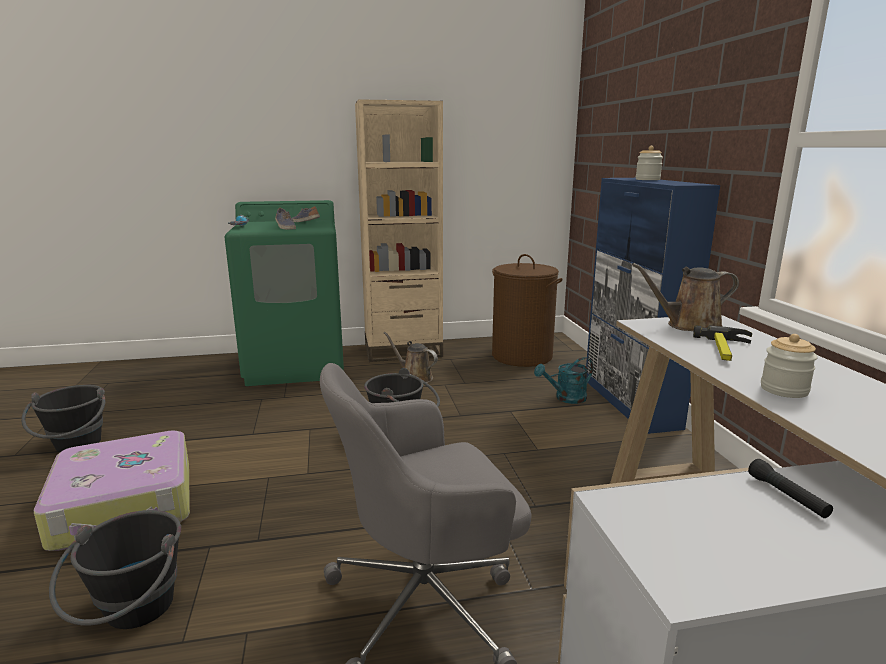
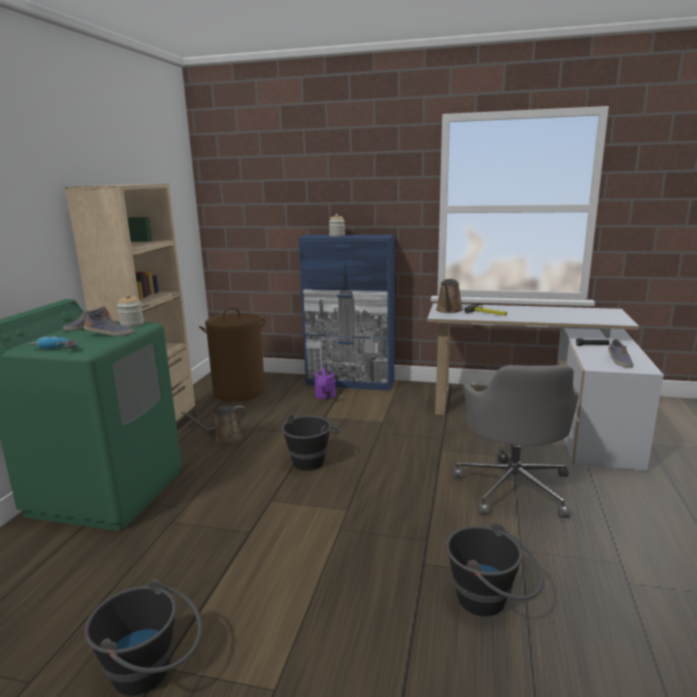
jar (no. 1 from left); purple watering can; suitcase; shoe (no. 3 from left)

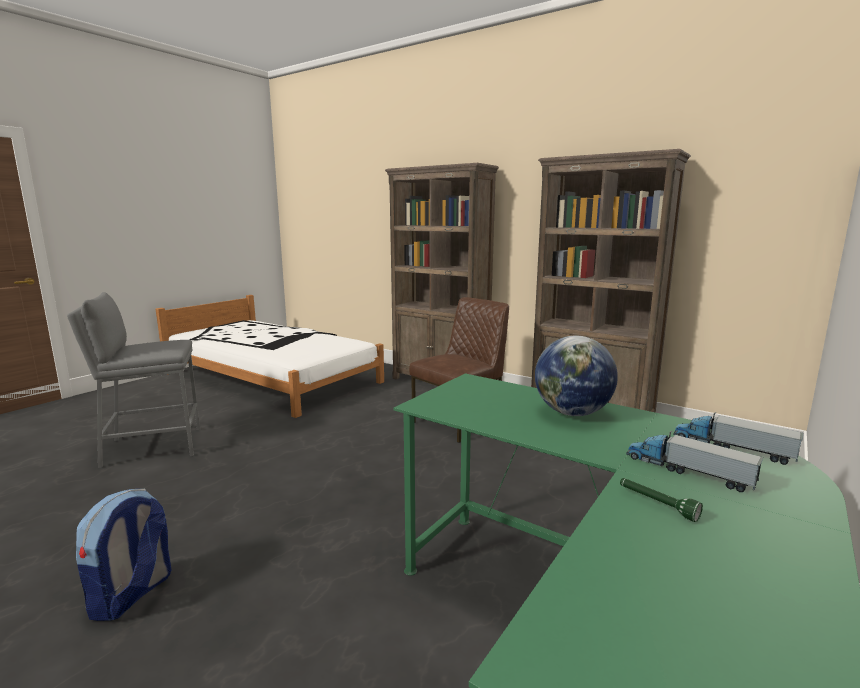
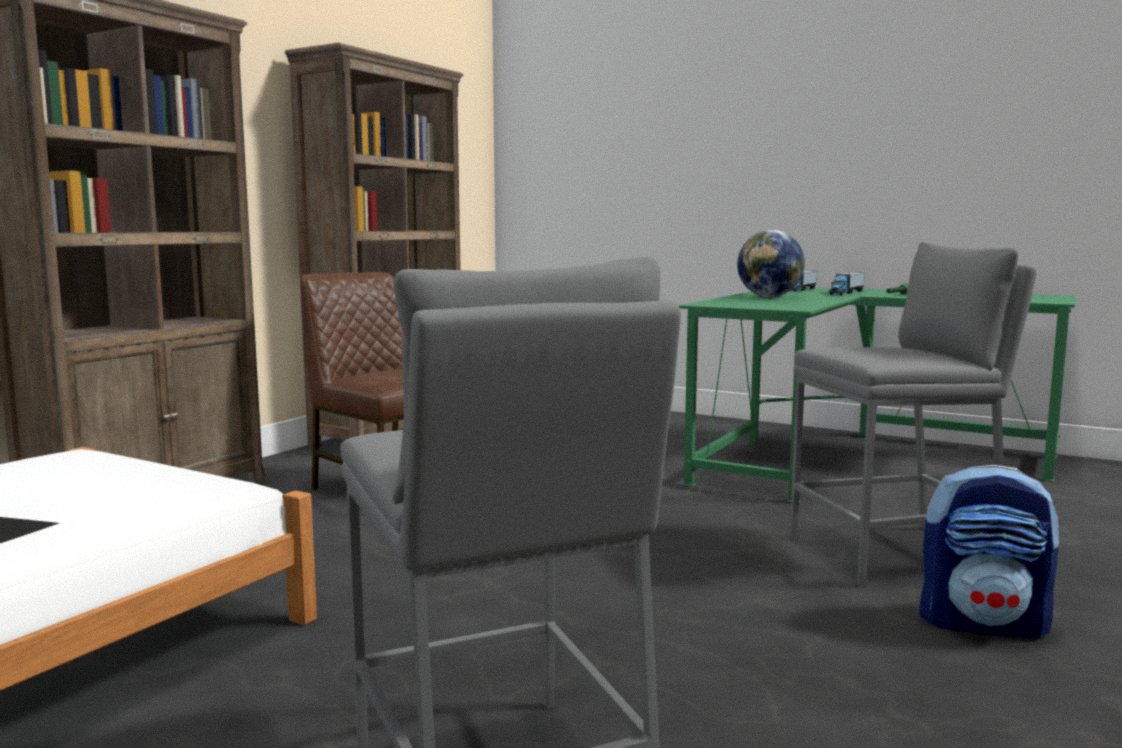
grey stool (no. 2 from left)

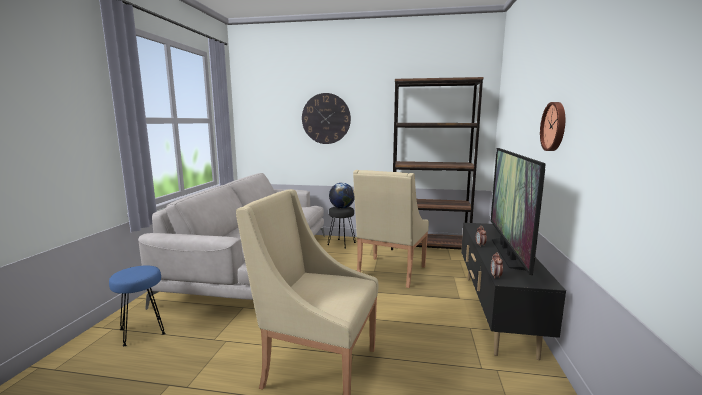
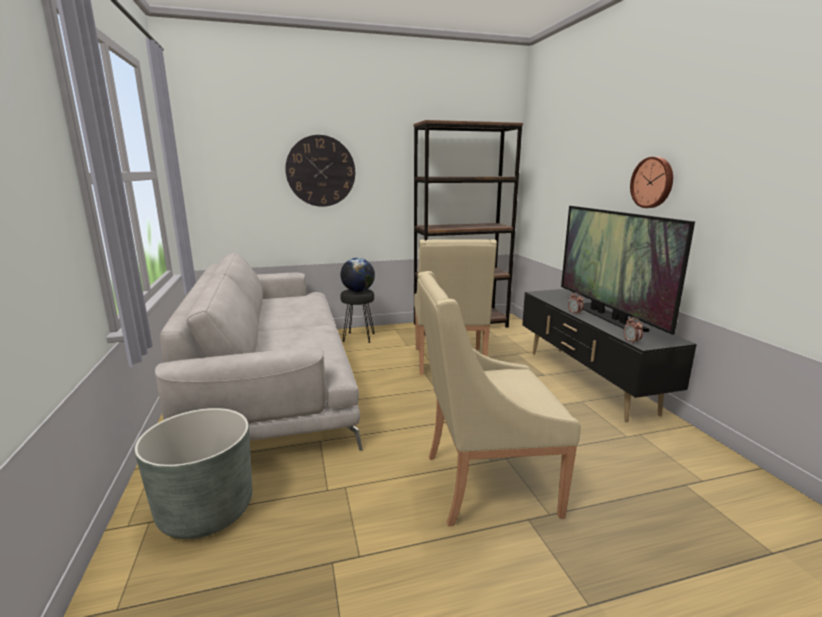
grey planter

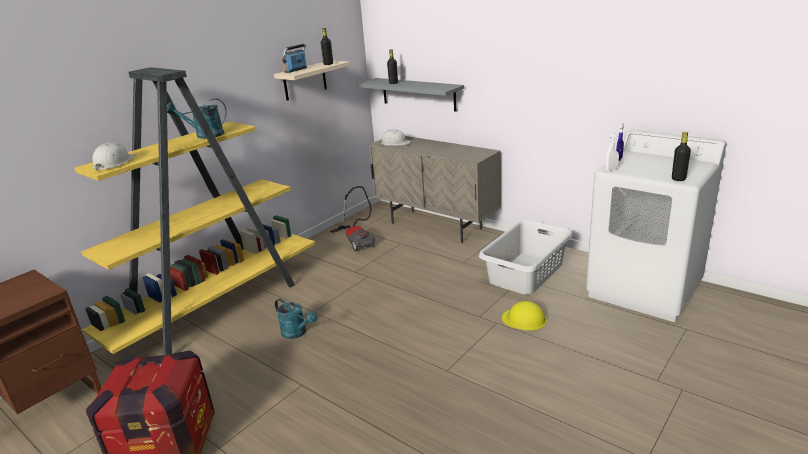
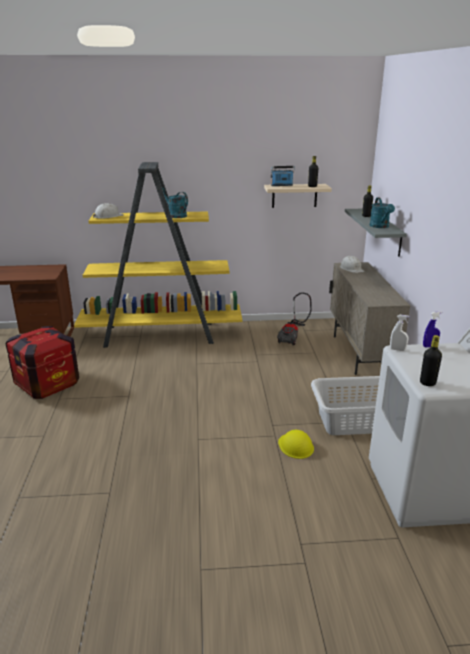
turquoise watering can (no. 2 from left)

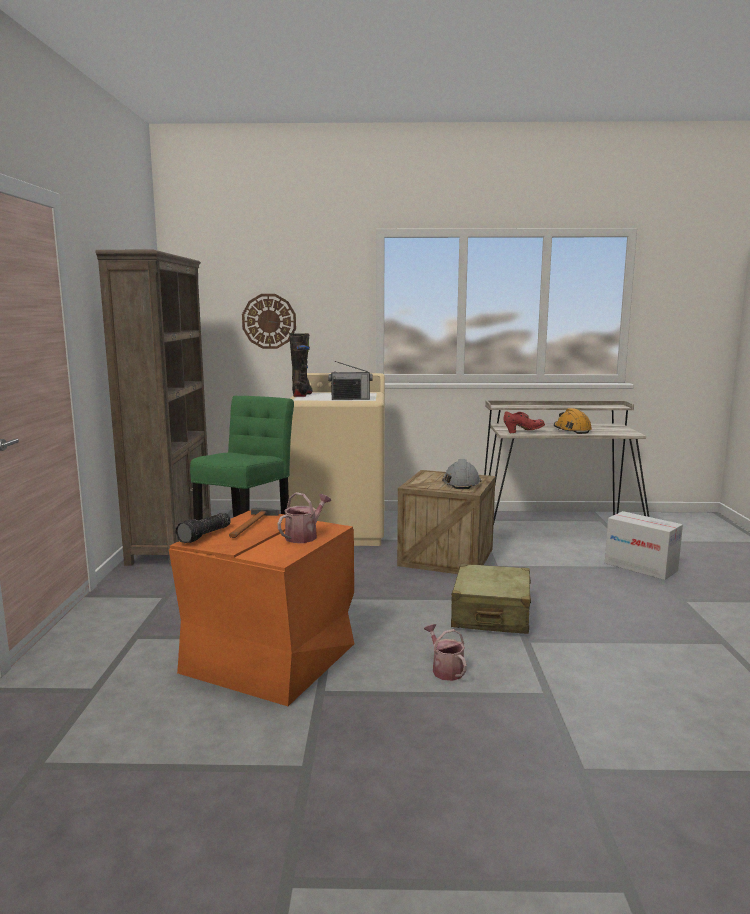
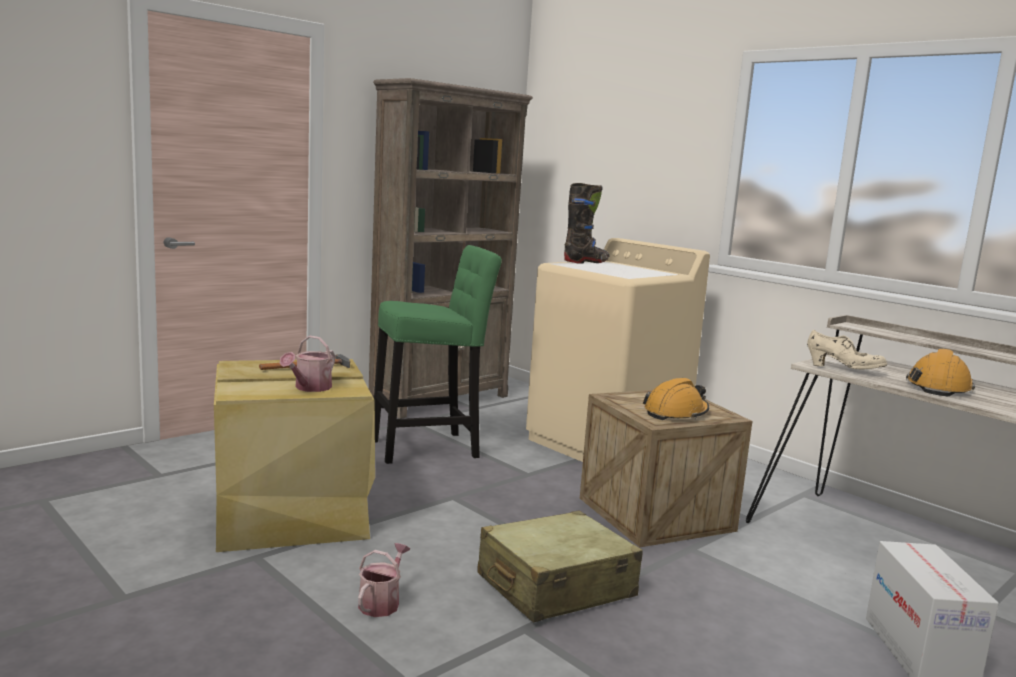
wall clock; radio; beige shoe; orange hard hat (no. 1 from left); watering can (no. 1 from left); beige storage box; flashlight

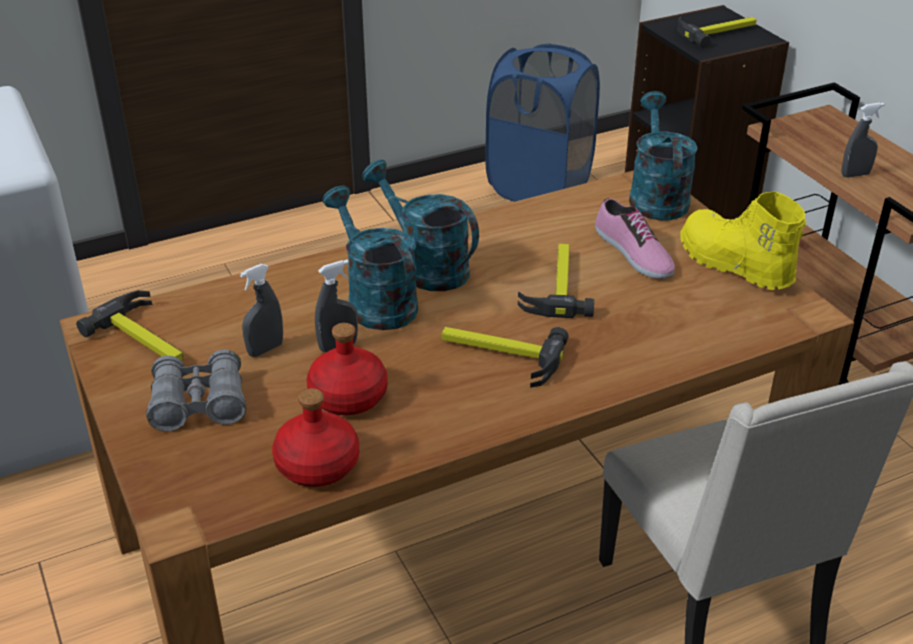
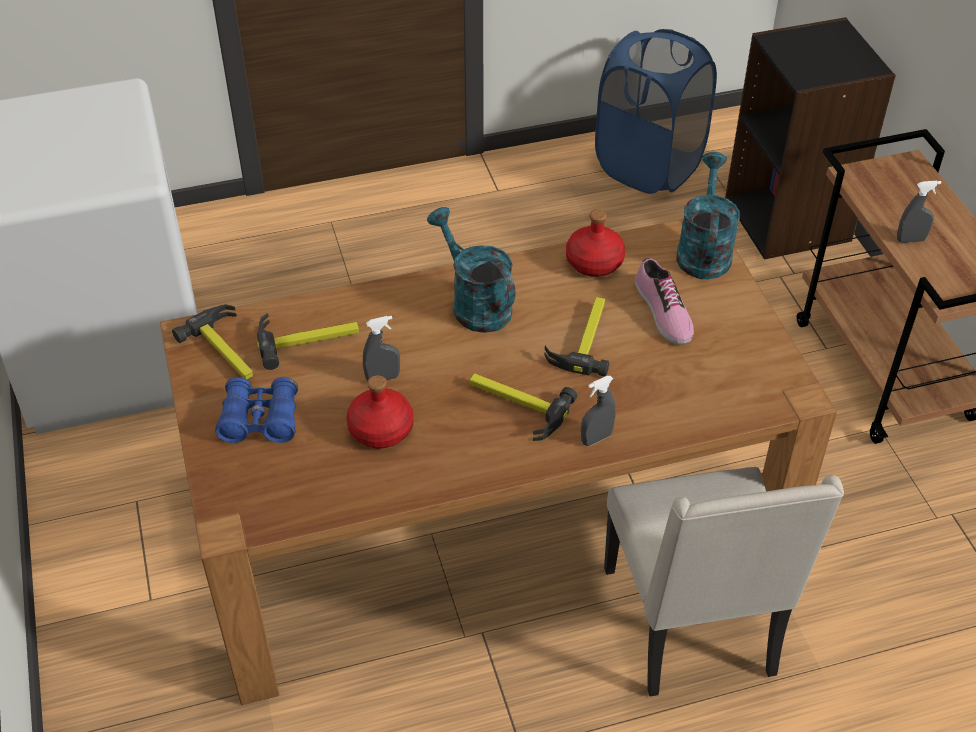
hammer (no. 2 from left); turquoise watering can (no. 1 from left in the first image); yellow boot; grey spray bottle (no. 2 from left); blue binoculars; red bottle (no. 2 from left)

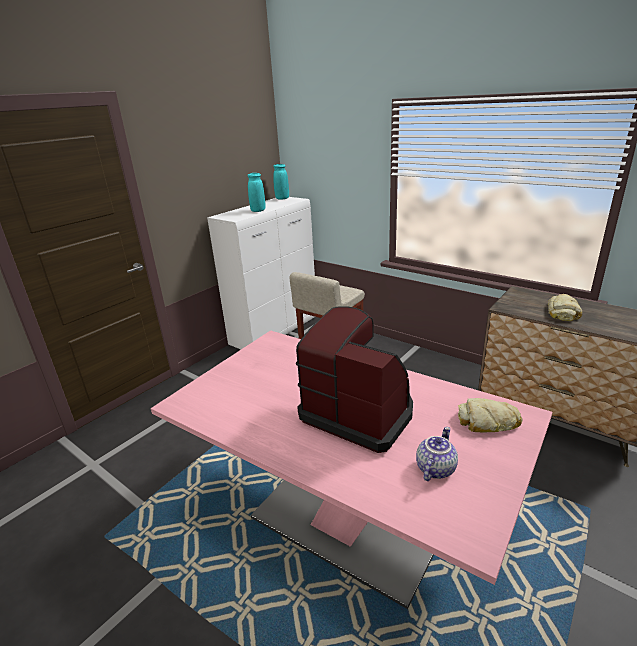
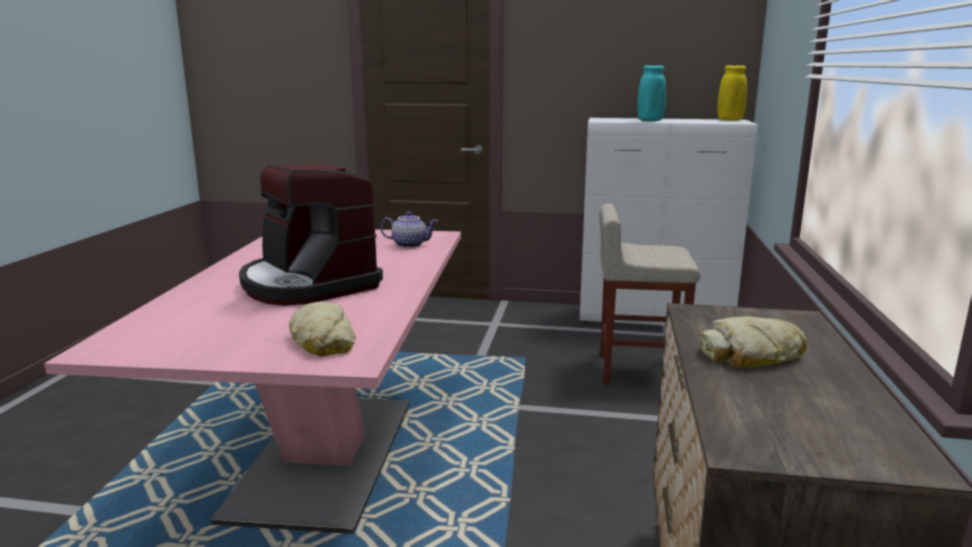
yellow vase; coffee machine; teapot

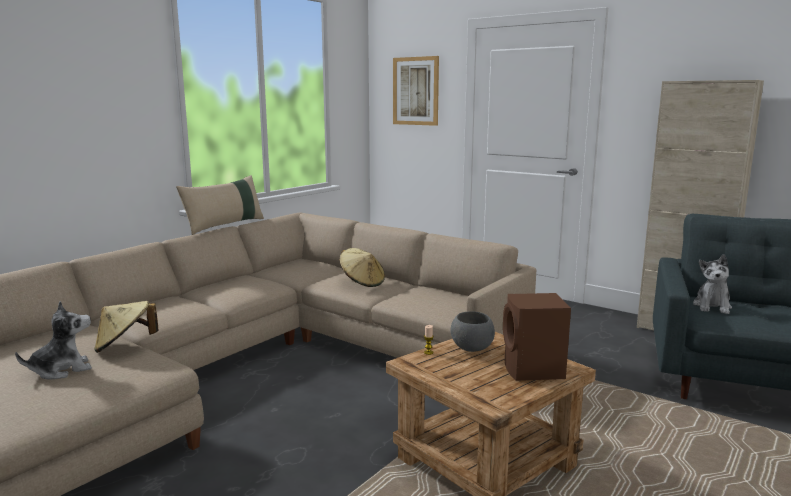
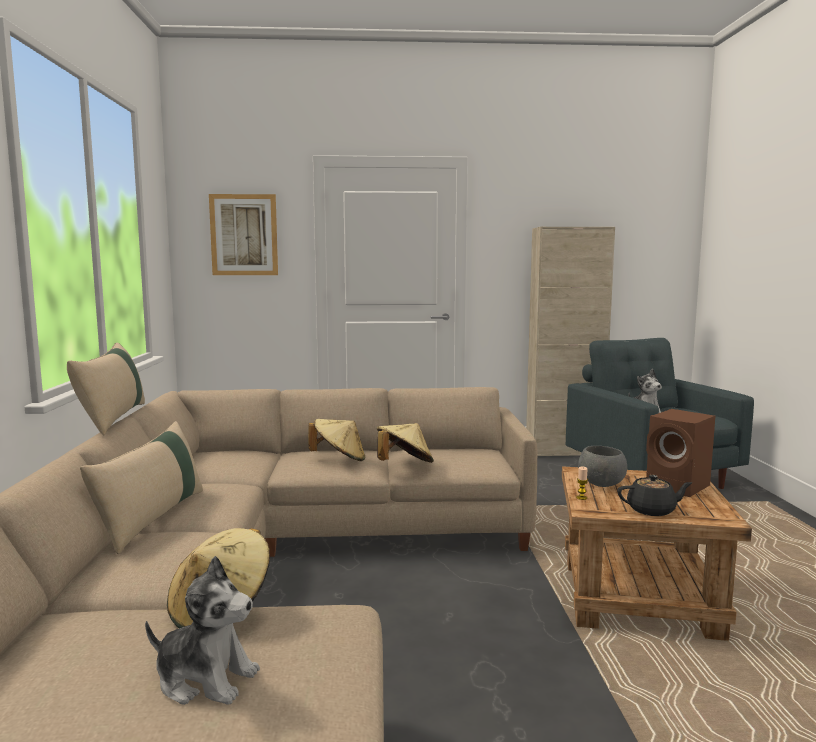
plush toy (no. 1 from left); beige pillow (no. 2 from left); beige hat (no. 3 from left); black teapot

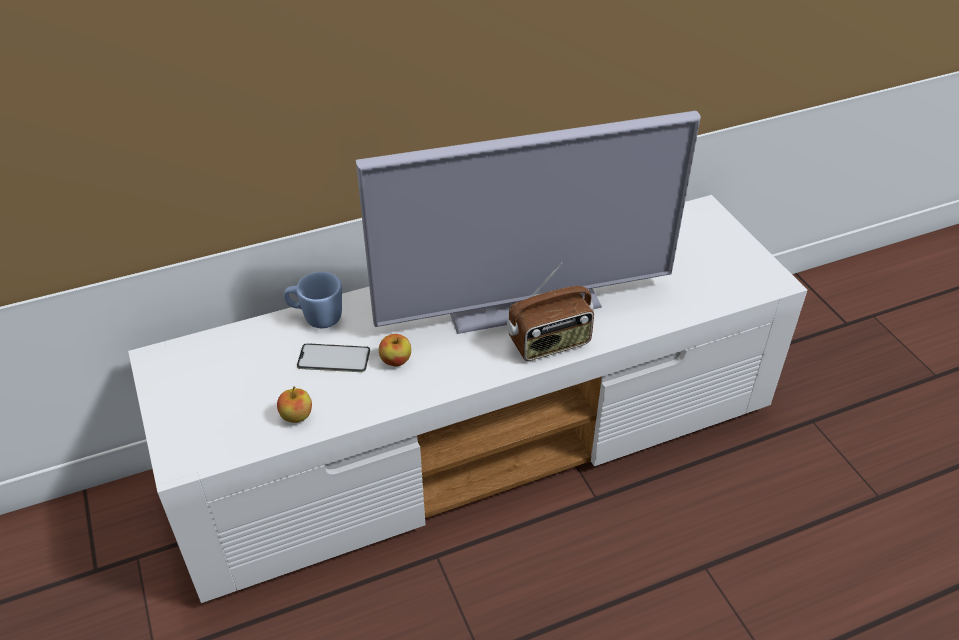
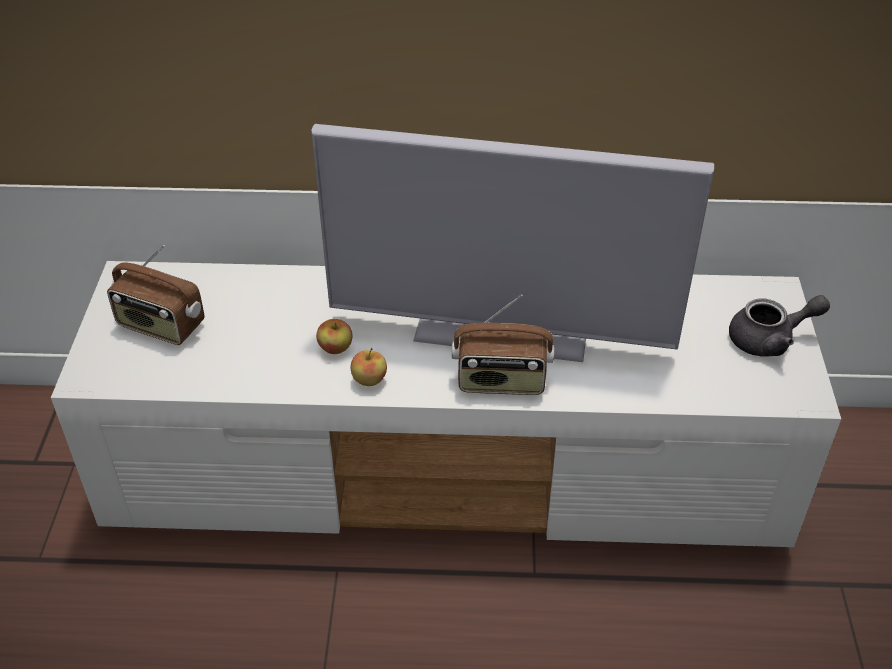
blue mug; phone; apple (no. 2 from left); radio (no. 1 from left); grey teapot

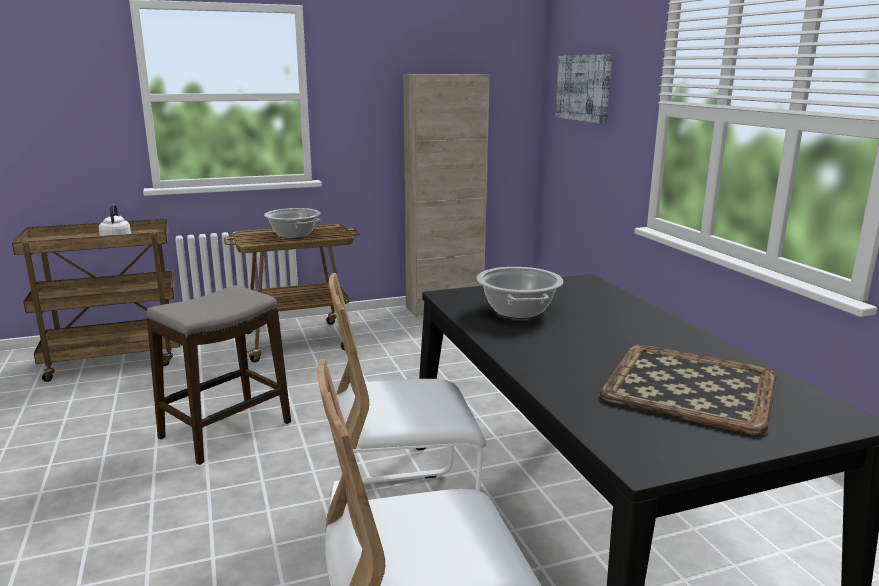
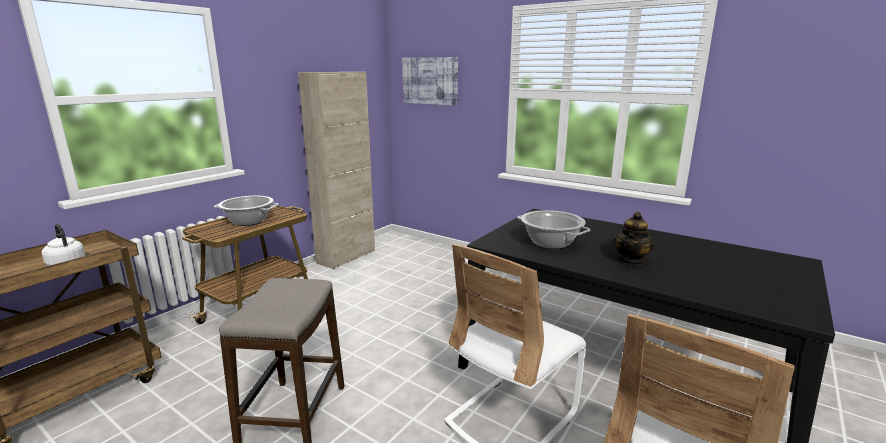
tray; teapot

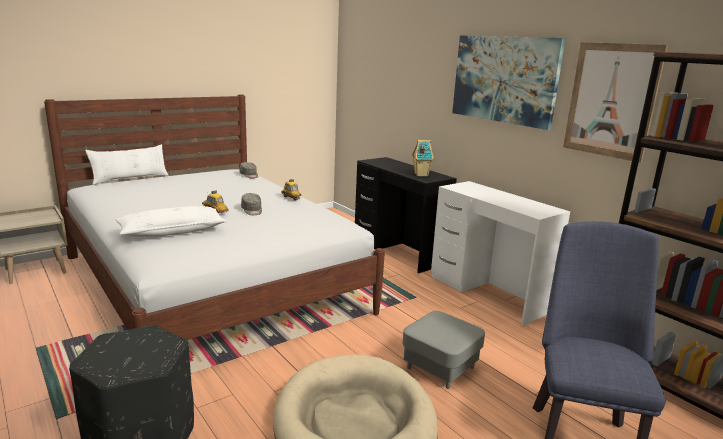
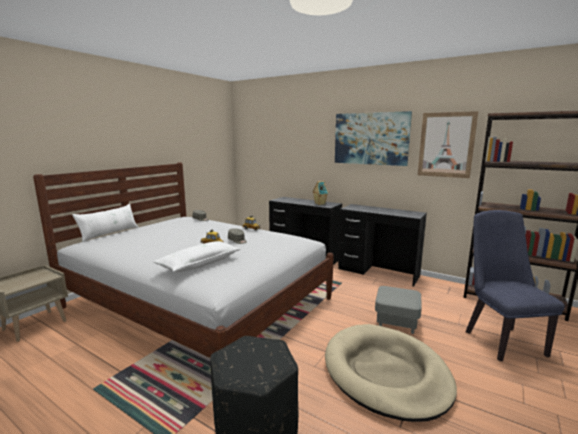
black desk (no. 2 from left)

